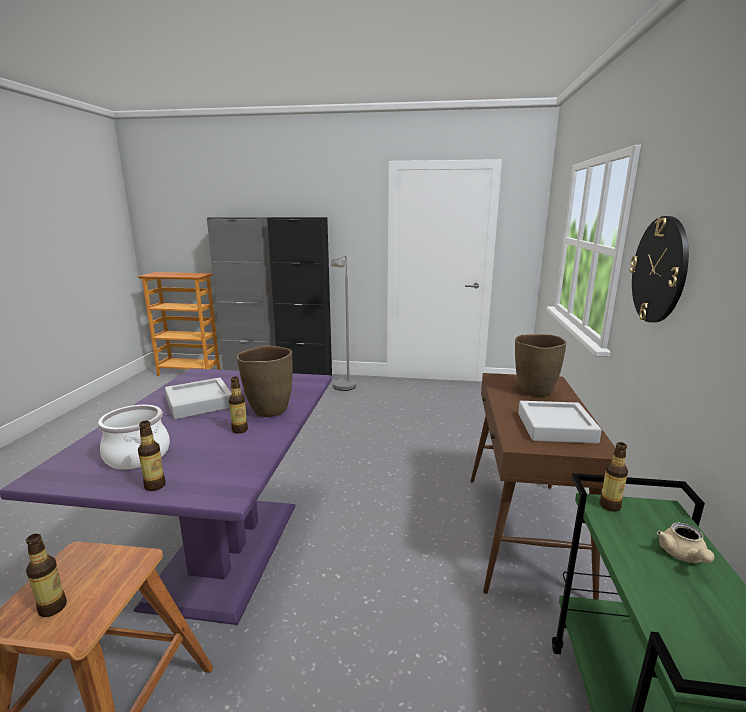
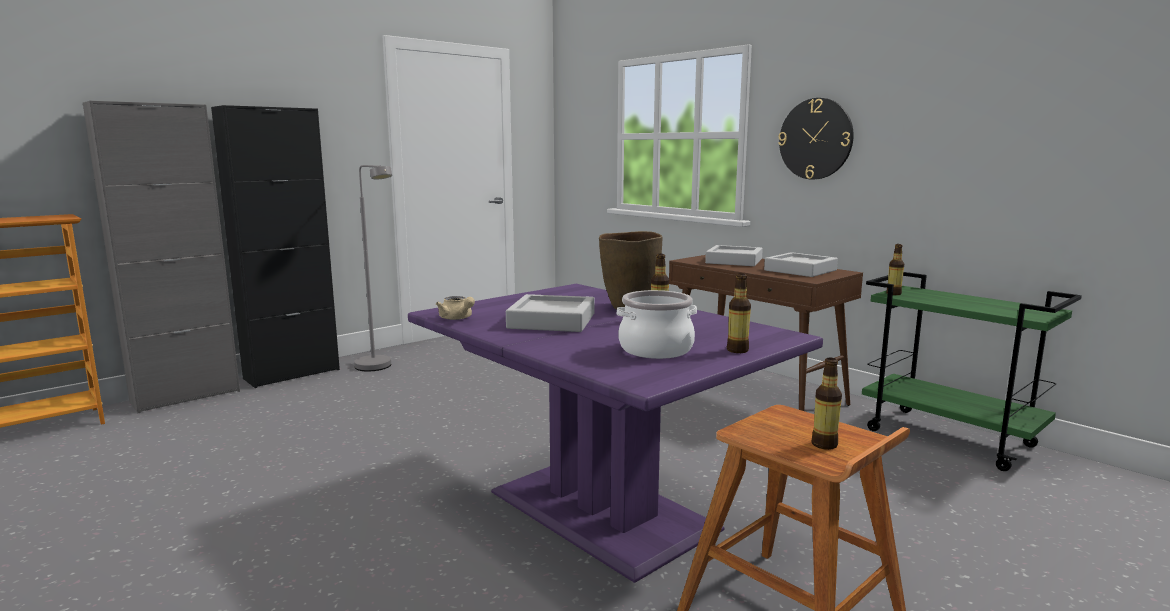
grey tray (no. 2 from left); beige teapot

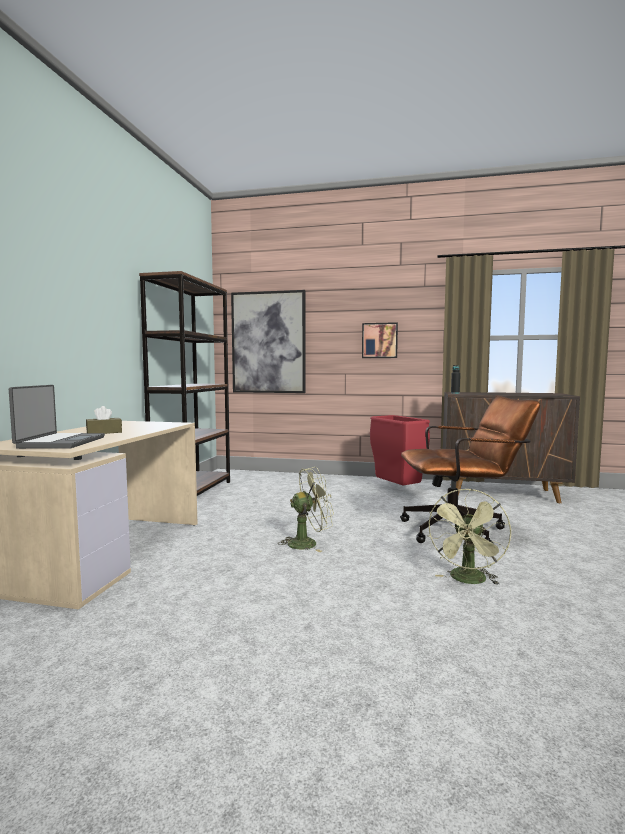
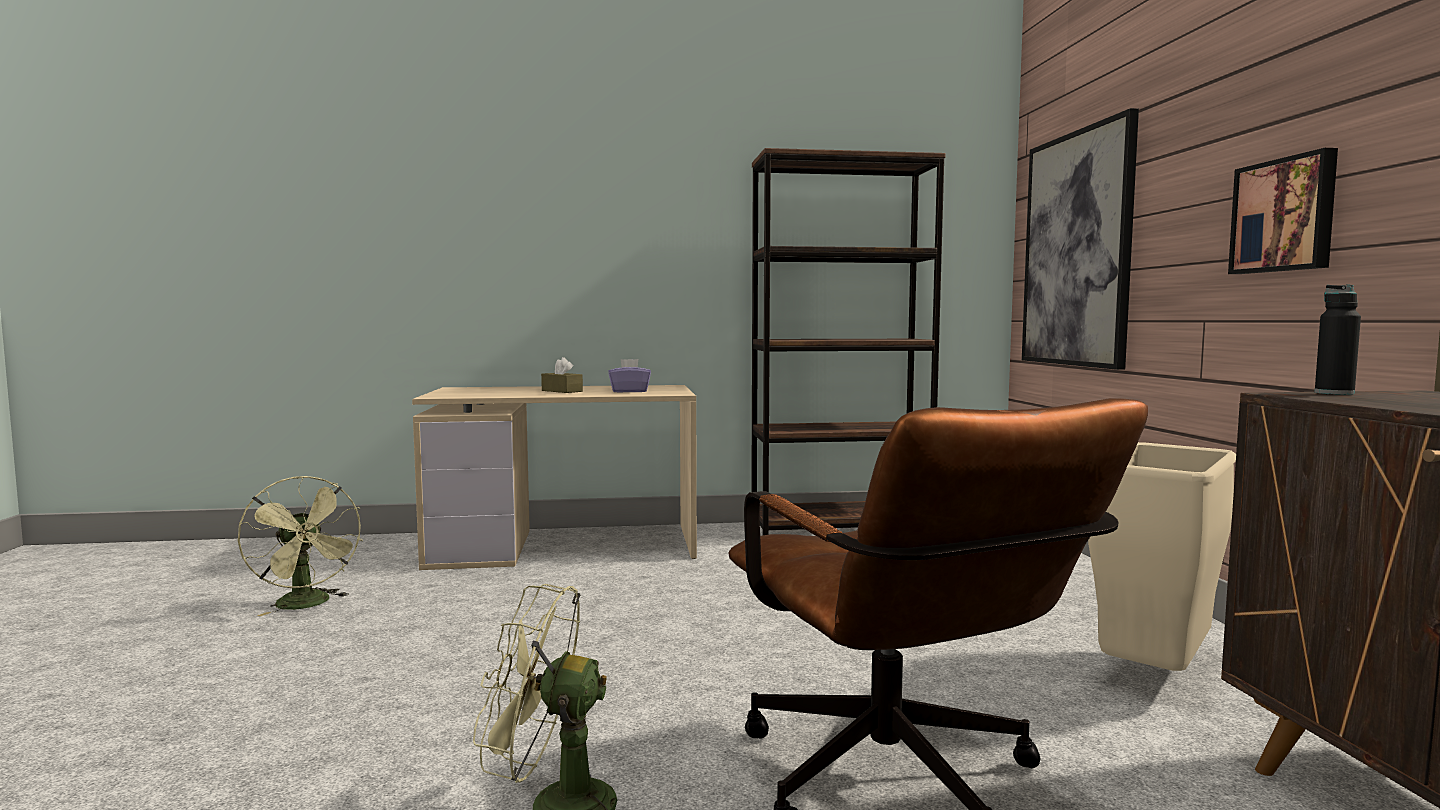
laptop; beige trash can; green fan (no. 1 from left); purple tissue box

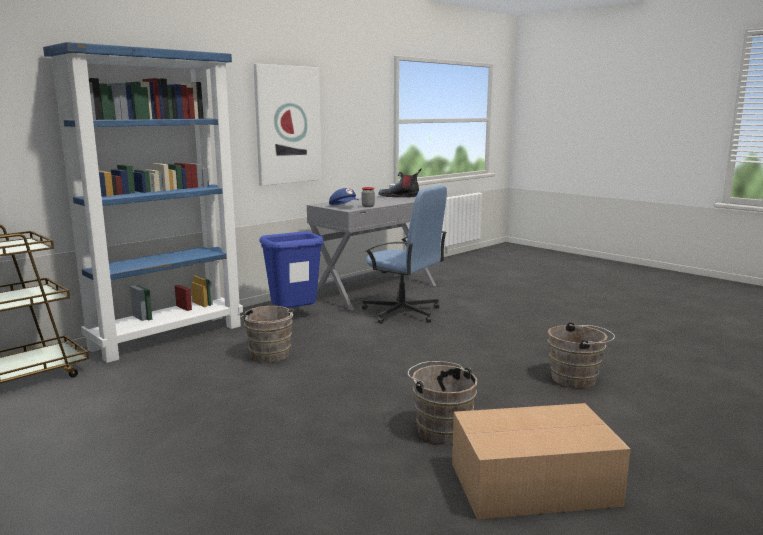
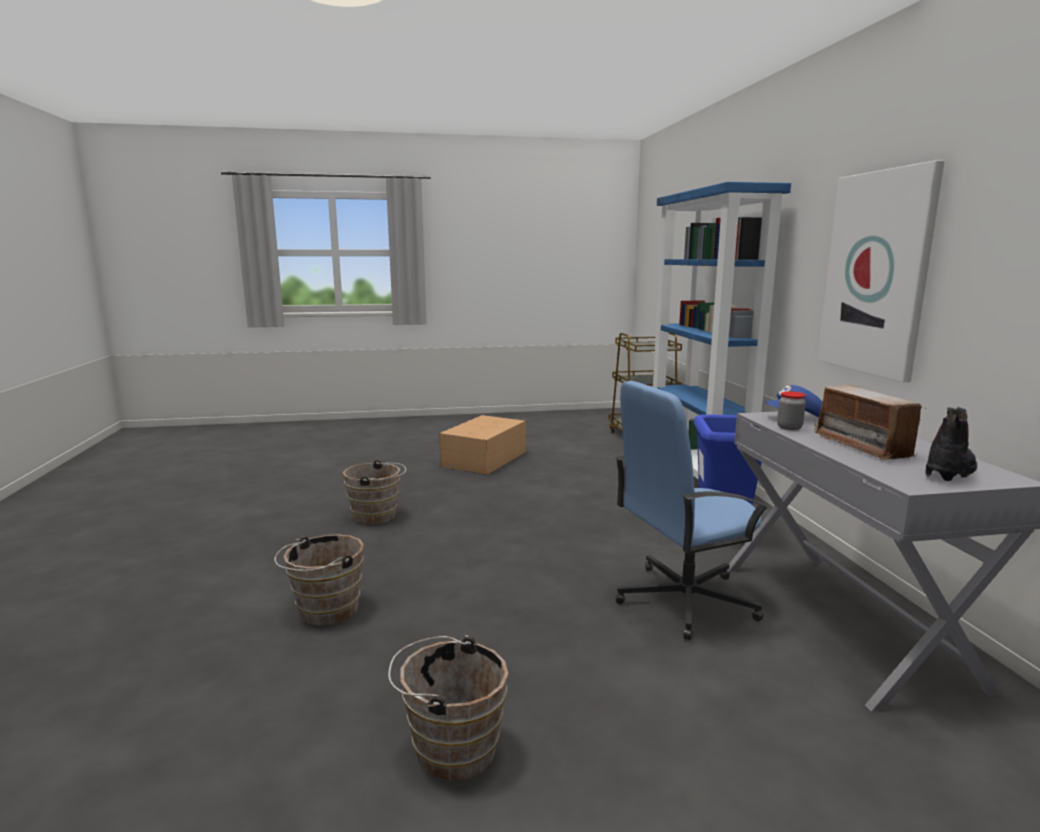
brown bucket (no. 3 from left); cardboard box; radio

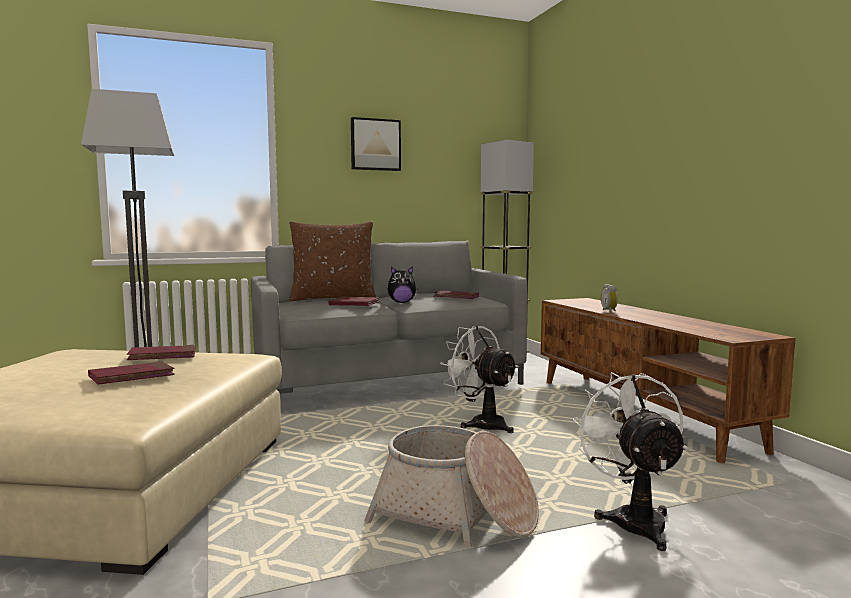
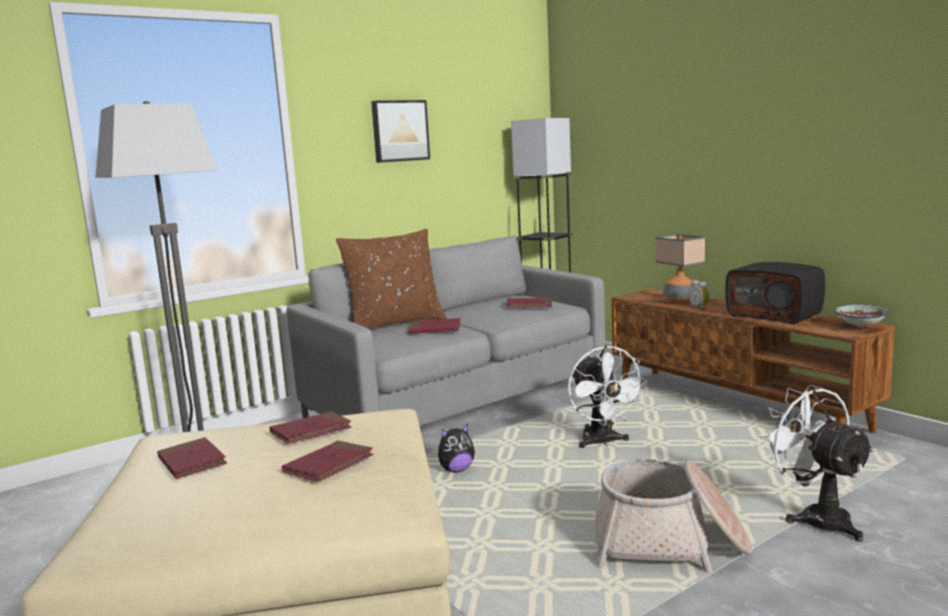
plush toy; white fan (no. 1 from left); table lamp; radio; bowl; red book (no. 1 from left)

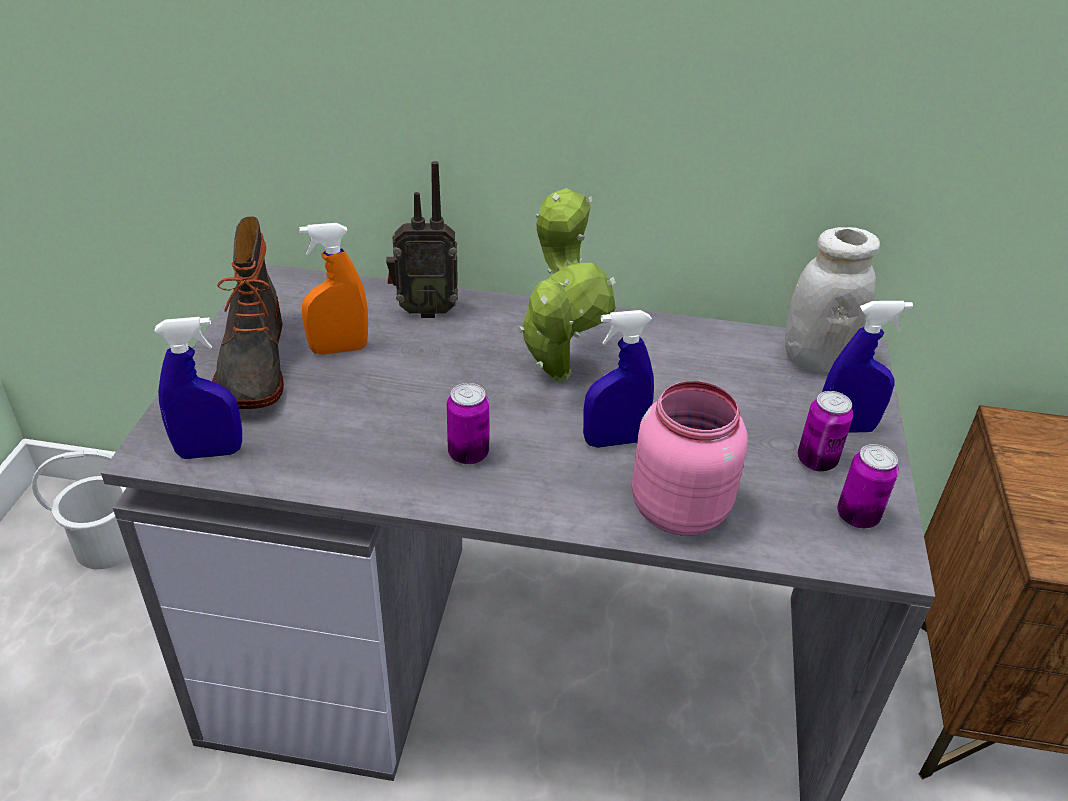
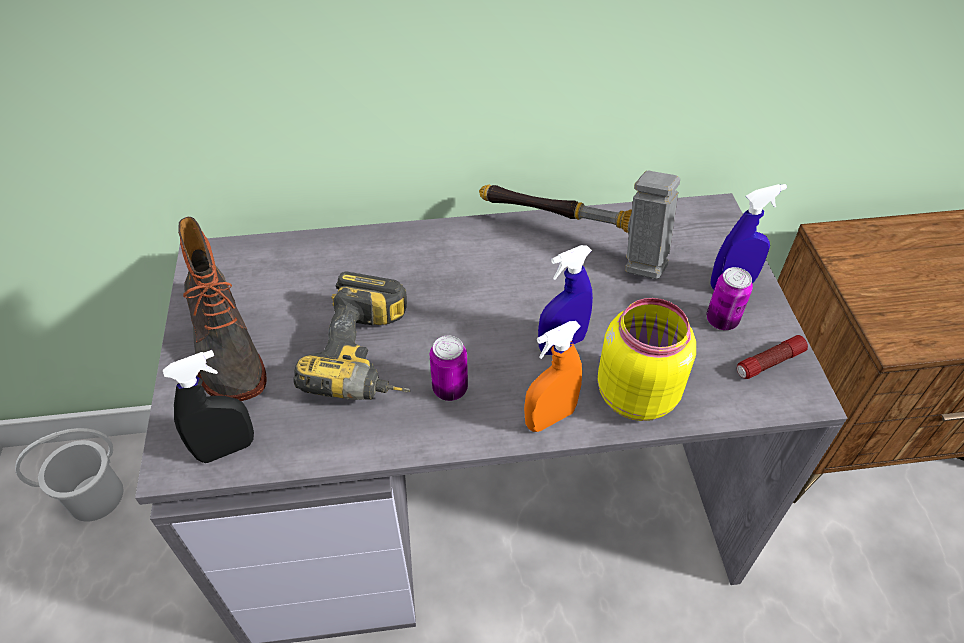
radio; potted plant; orange spray bottle; white jar; black spray bottle; yellow jar; flashlight; hammer; power drill

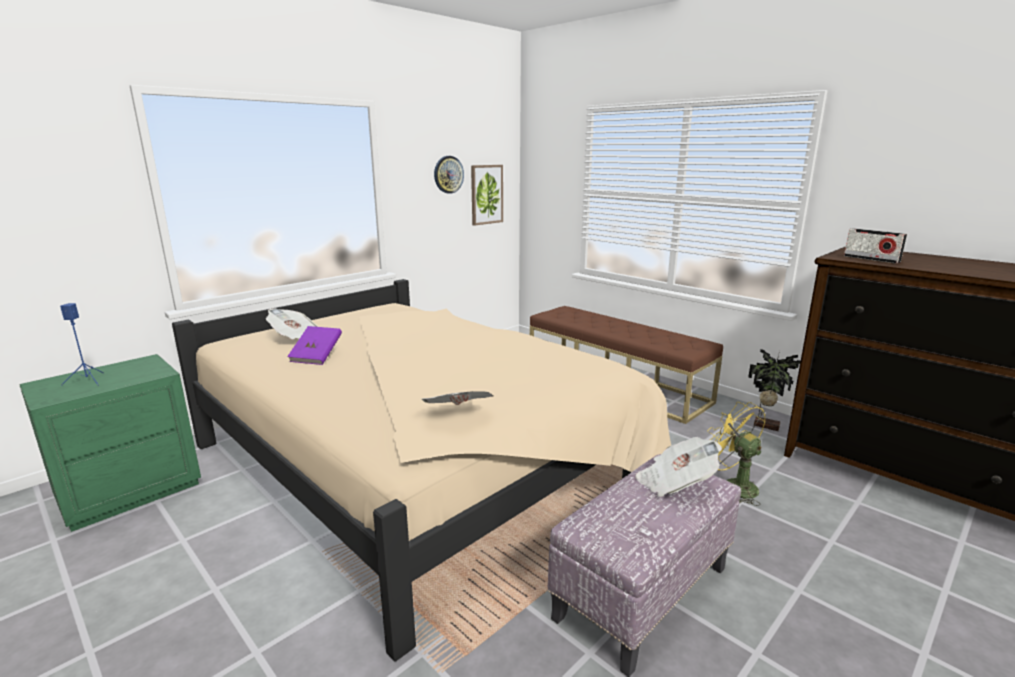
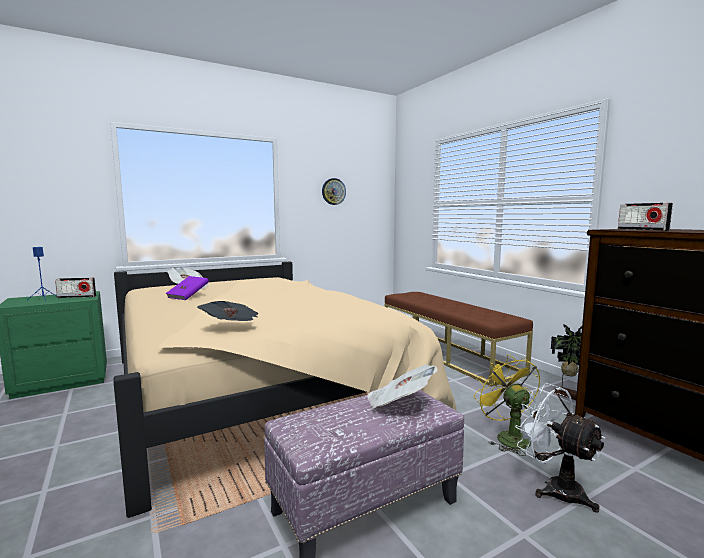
picture; radio (no. 1 from left); white fan

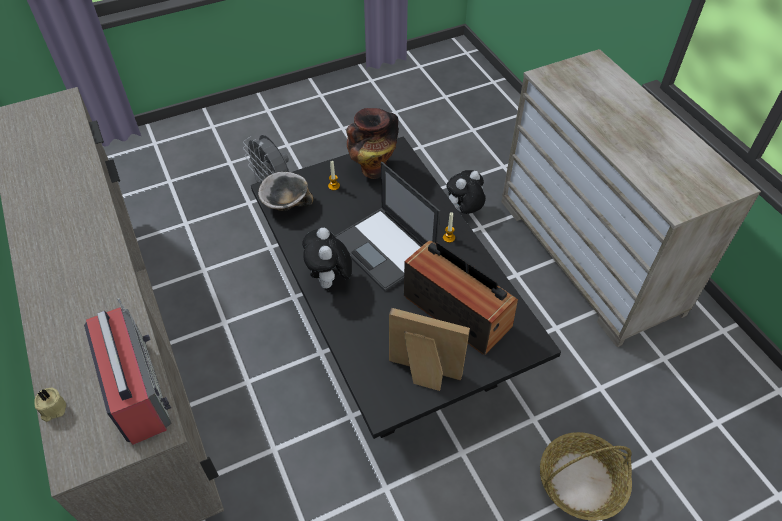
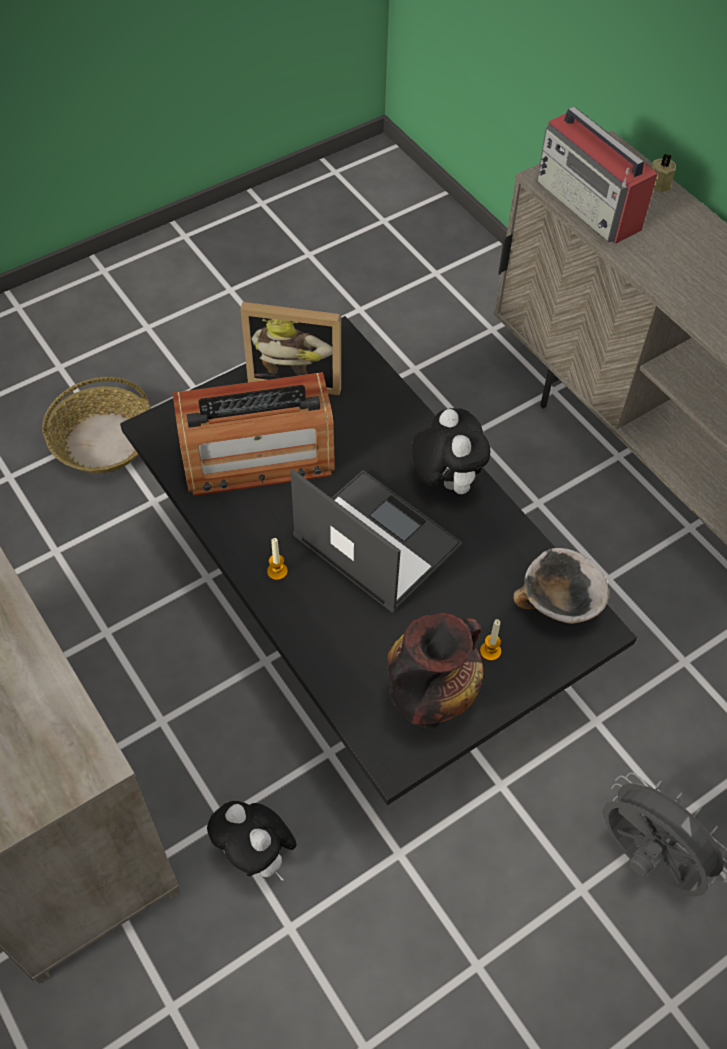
plush toy (no. 1 from left); radio (no. 1 from left)

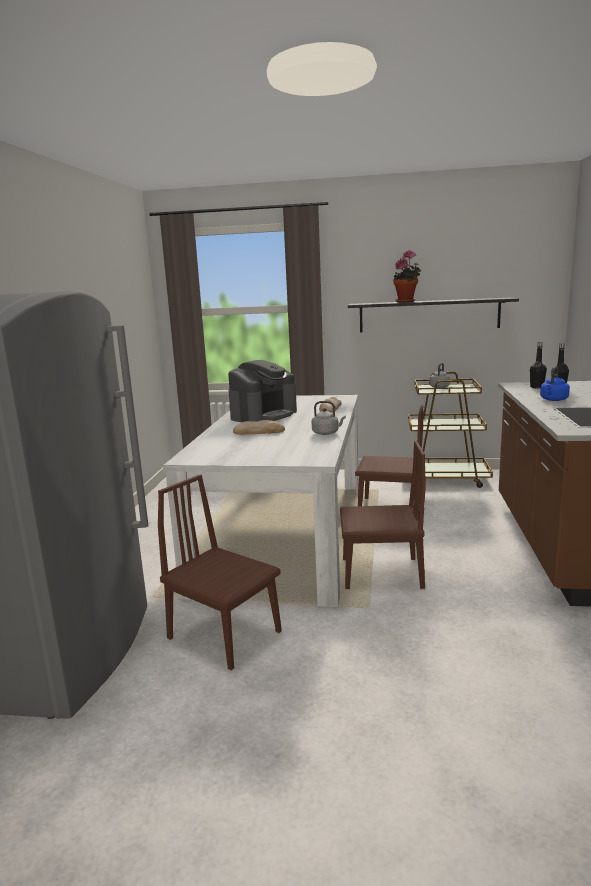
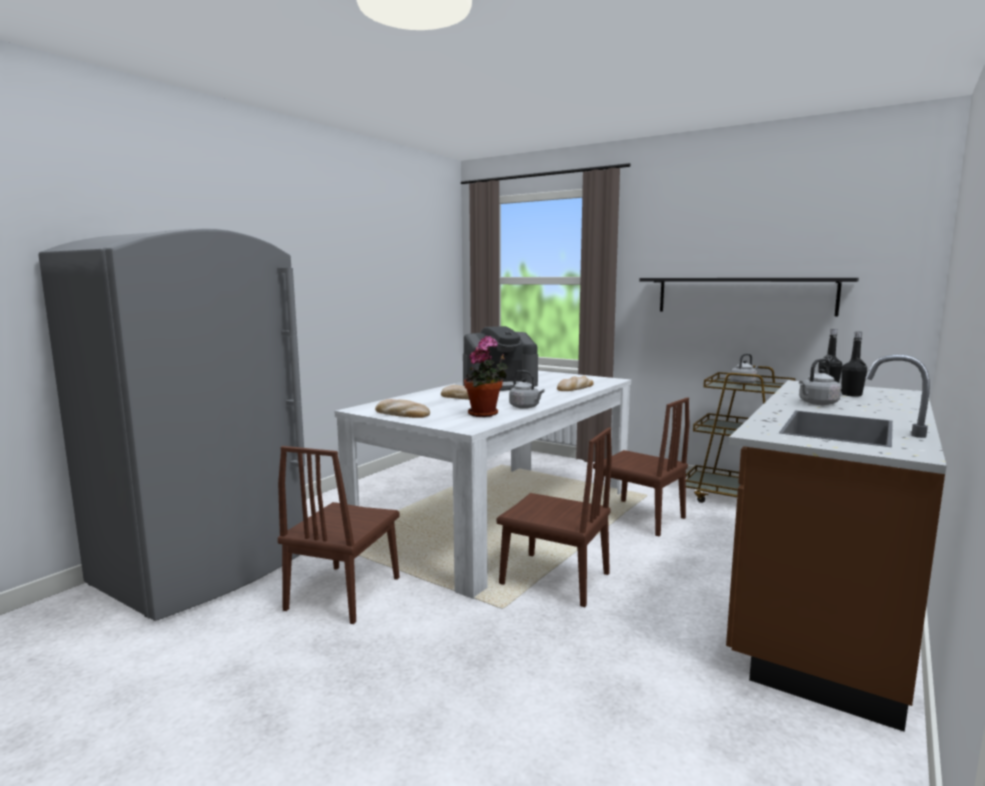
potted plant; grey kettle (no. 3 from left); brown chair (no. 1 from left); bread (no. 1 from left)

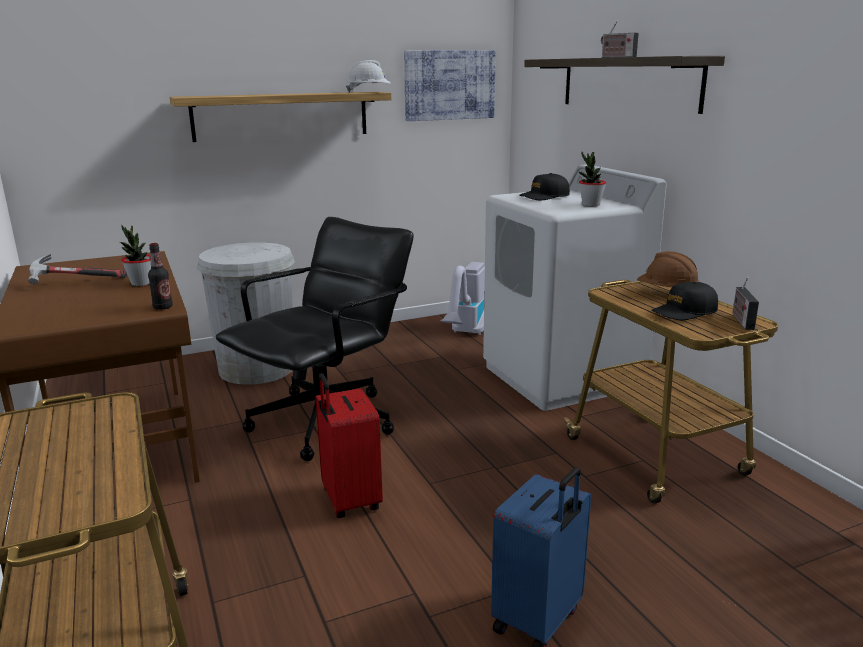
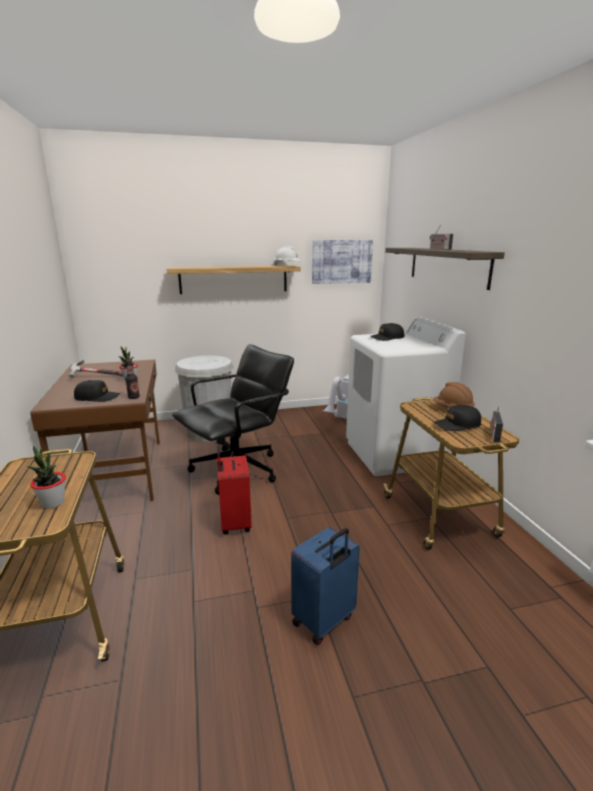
potted plant (no. 1 from left); black cap (no. 1 from left)

